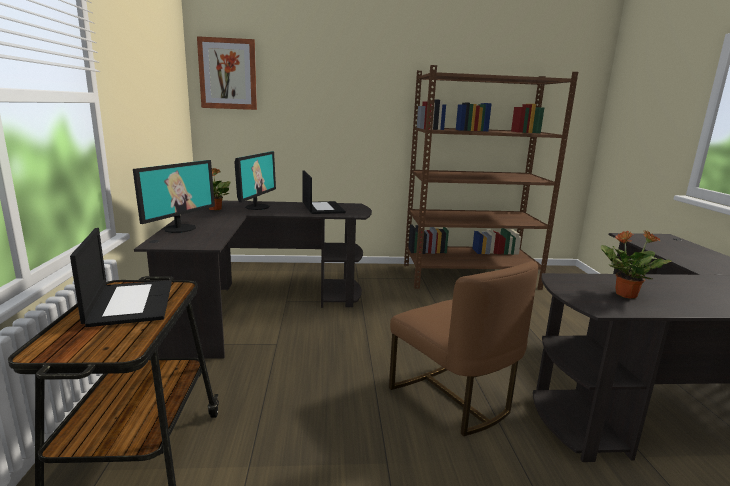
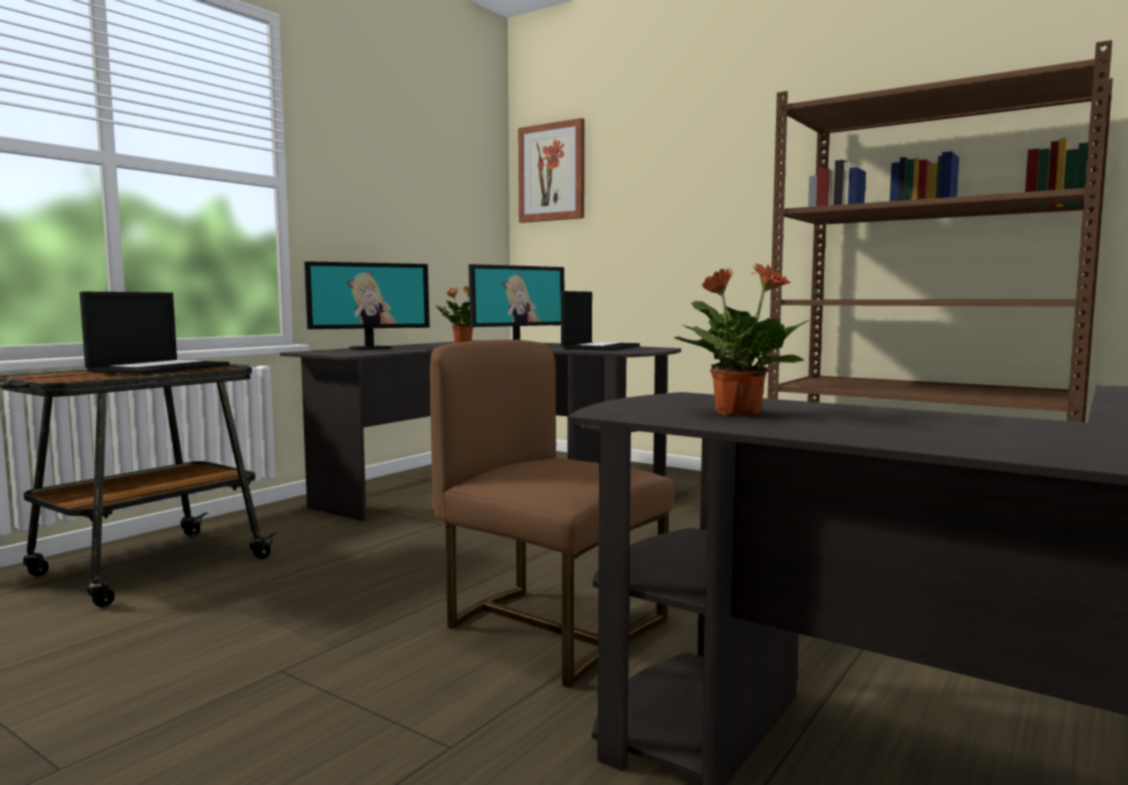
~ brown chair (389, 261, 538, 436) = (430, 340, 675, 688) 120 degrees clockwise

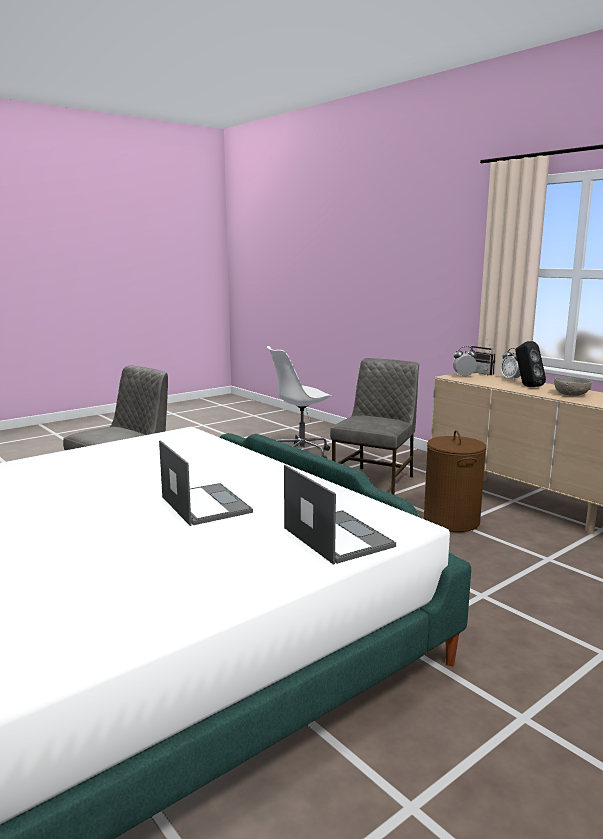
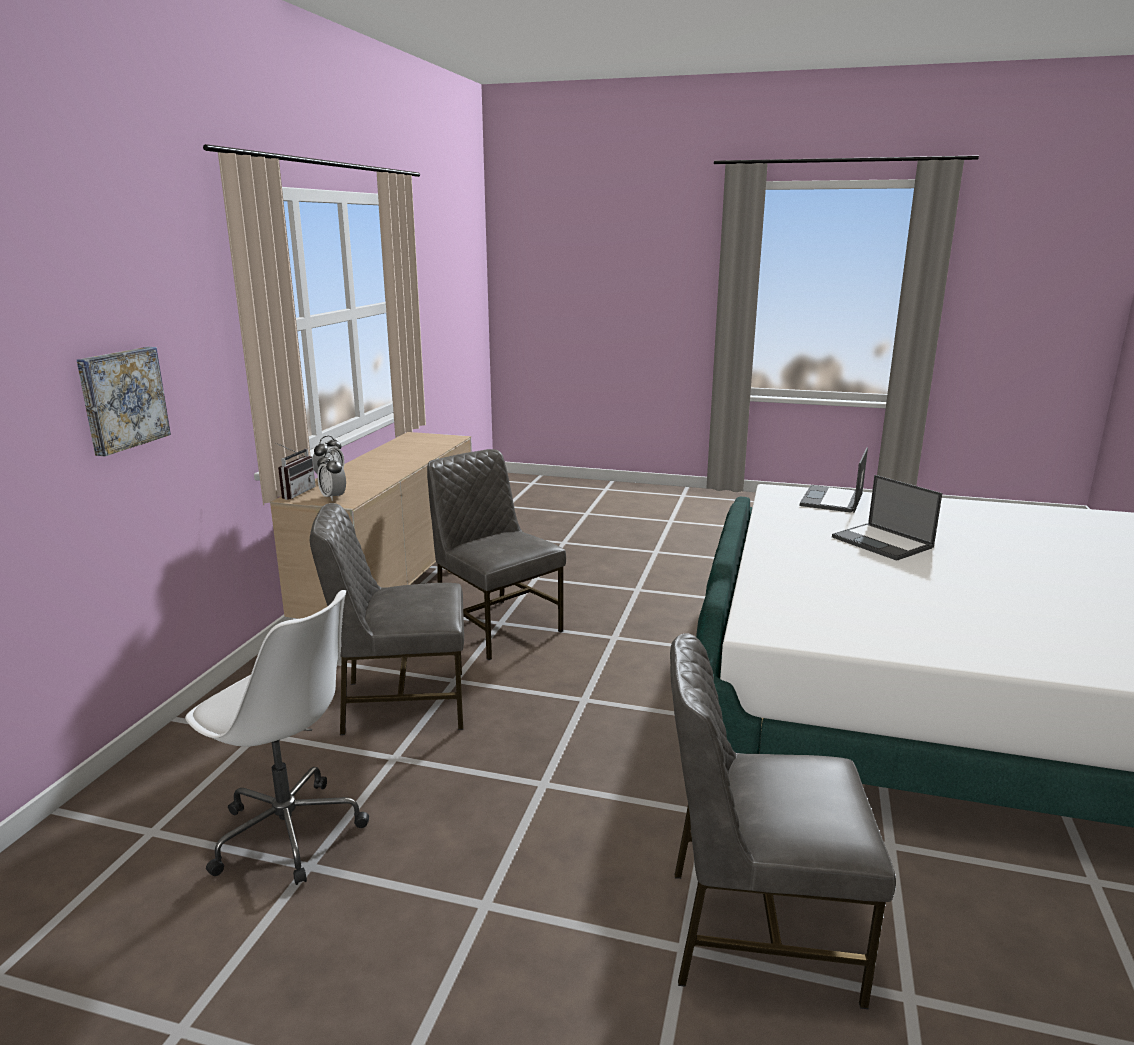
- black speaker (515, 341, 546, 387)
- grey bowl (554, 378, 592, 396)
+ picture (77, 347, 171, 456)
~ brown laundry basket (424, 430, 486, 532) to grey chair (427, 449, 566, 660)
~ laptop (159, 440, 253, 526) = (832, 475, 942, 561) 60 degrees counterclockwise

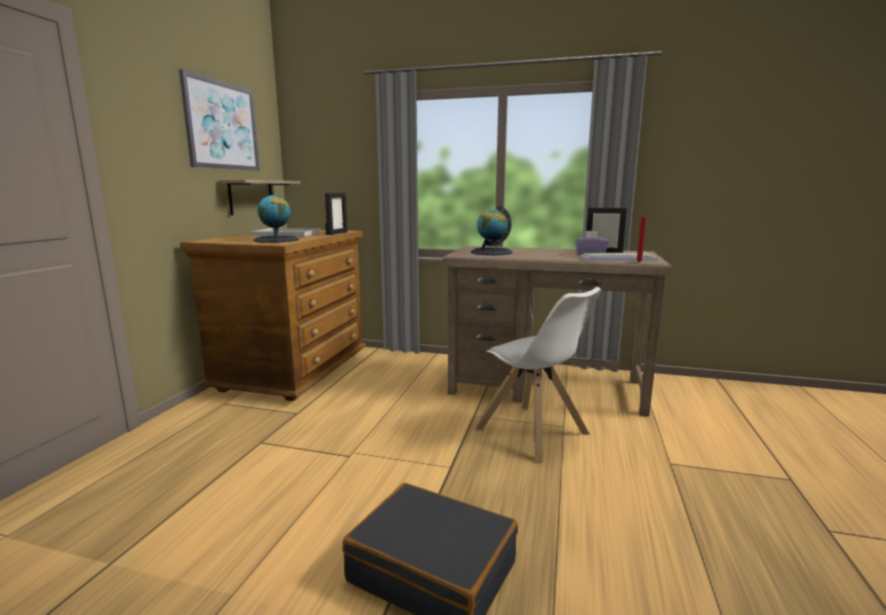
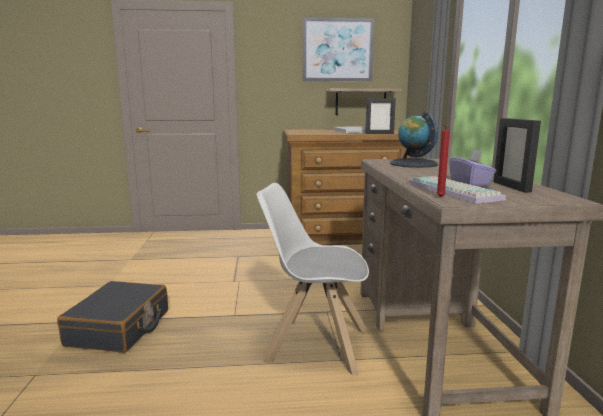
- globe (253, 191, 299, 243)
~ chair (474, 287, 601, 462) = (256, 183, 369, 375) 75 degrees clockwise

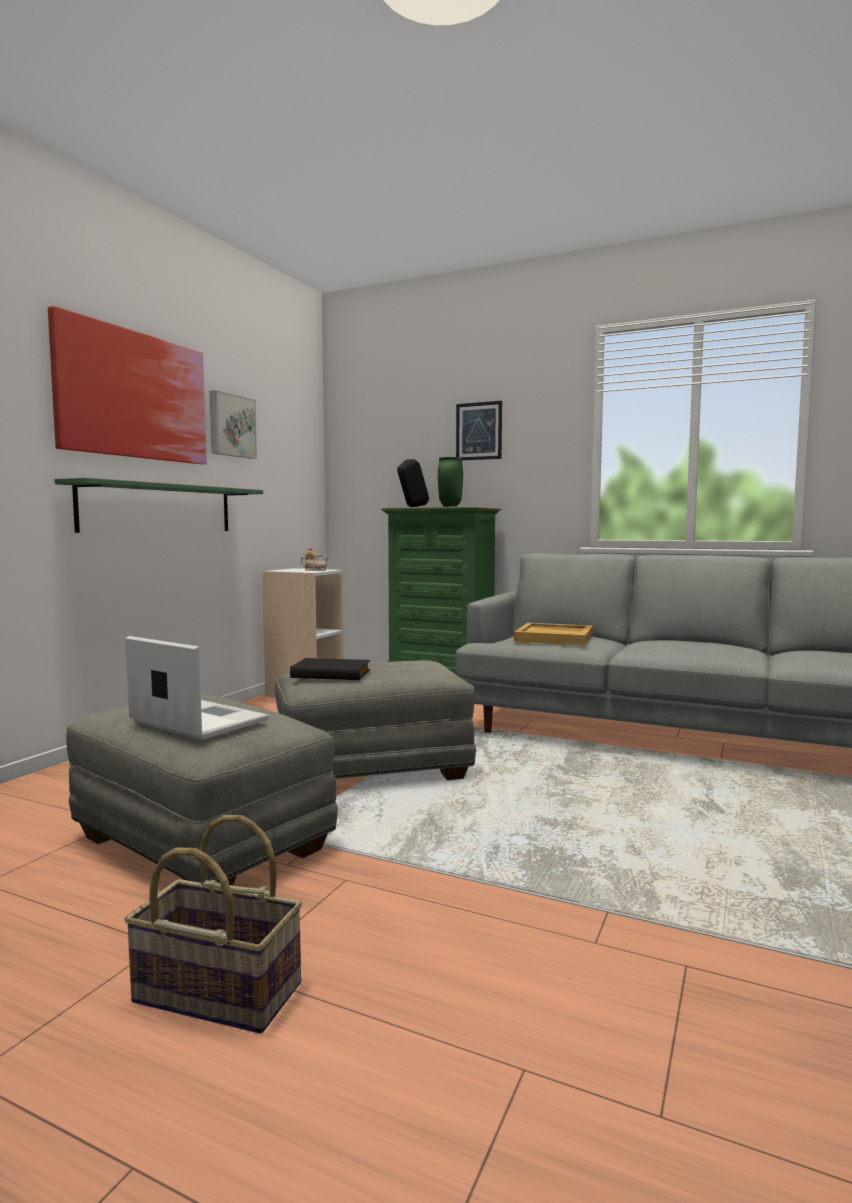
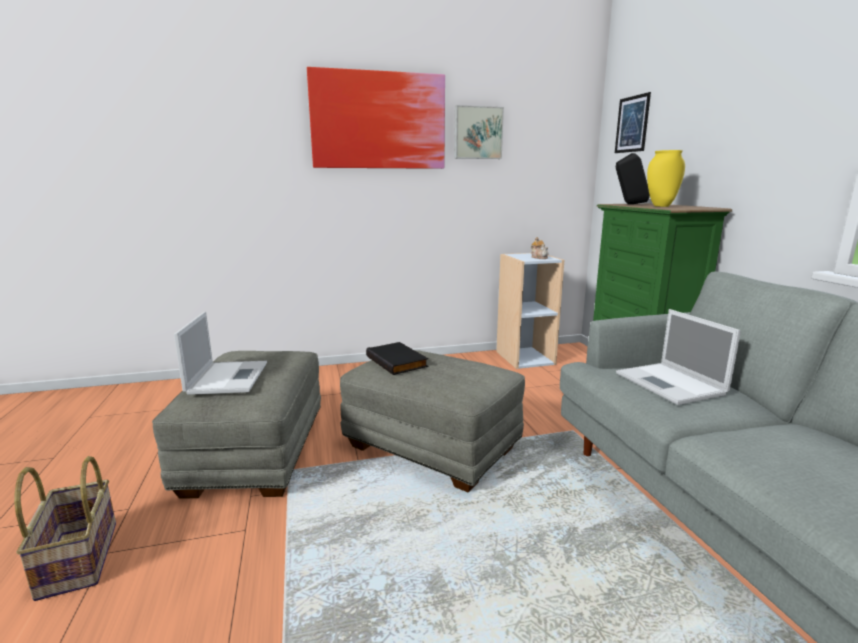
- green shelf (54, 478, 263, 533)
~ picture (456, 401, 502, 460) to (615, 92, 651, 153)
~ beige tray (514, 623, 593, 645) to laptop (616, 309, 741, 405)
~ green vase (438, 457, 463, 507) to yellow vase (647, 150, 685, 207)

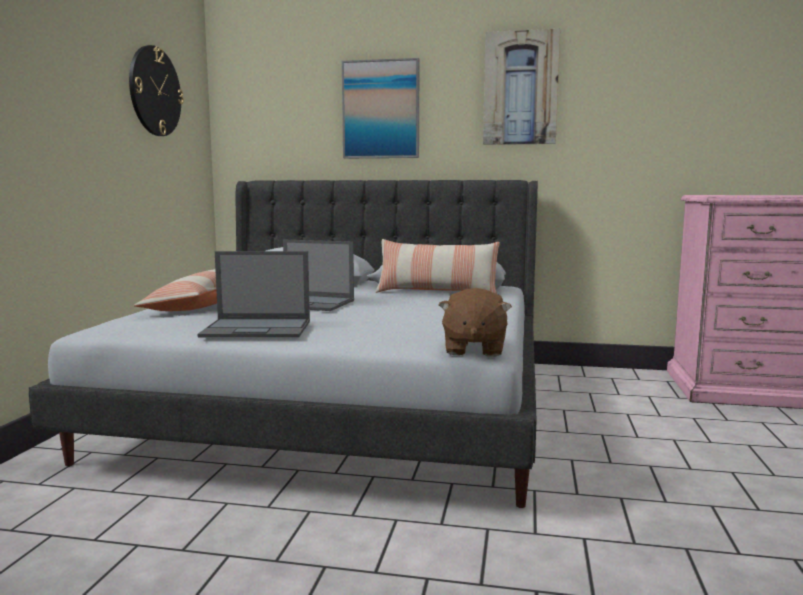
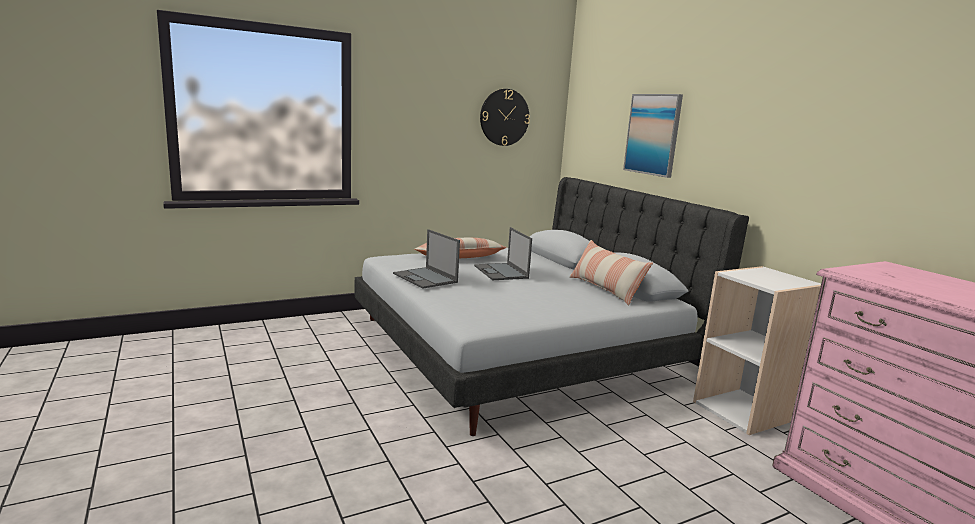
- brown plush toy (439, 288, 512, 357)
- picture (483, 29, 560, 145)
+ bookcase (693, 266, 821, 435)

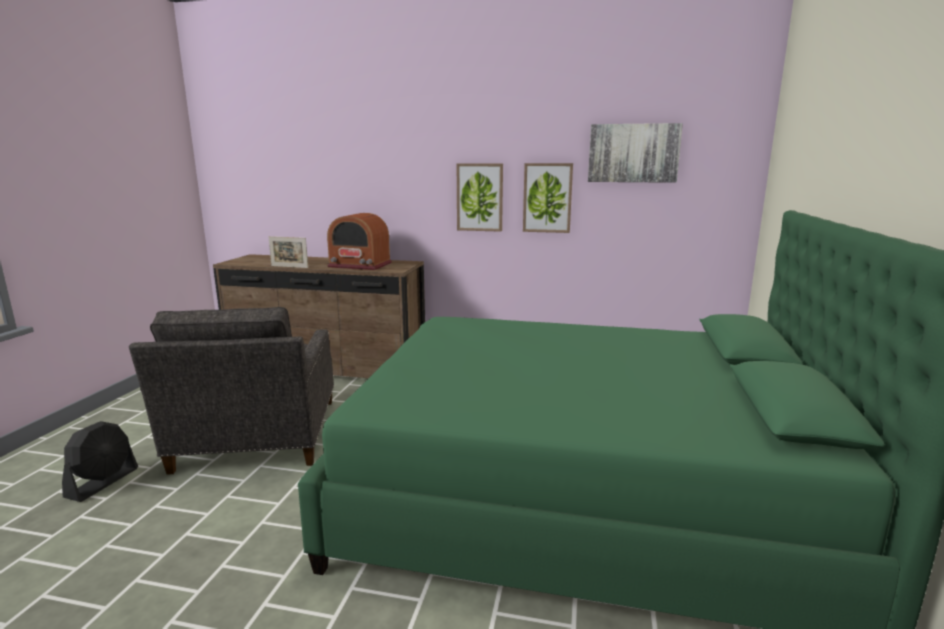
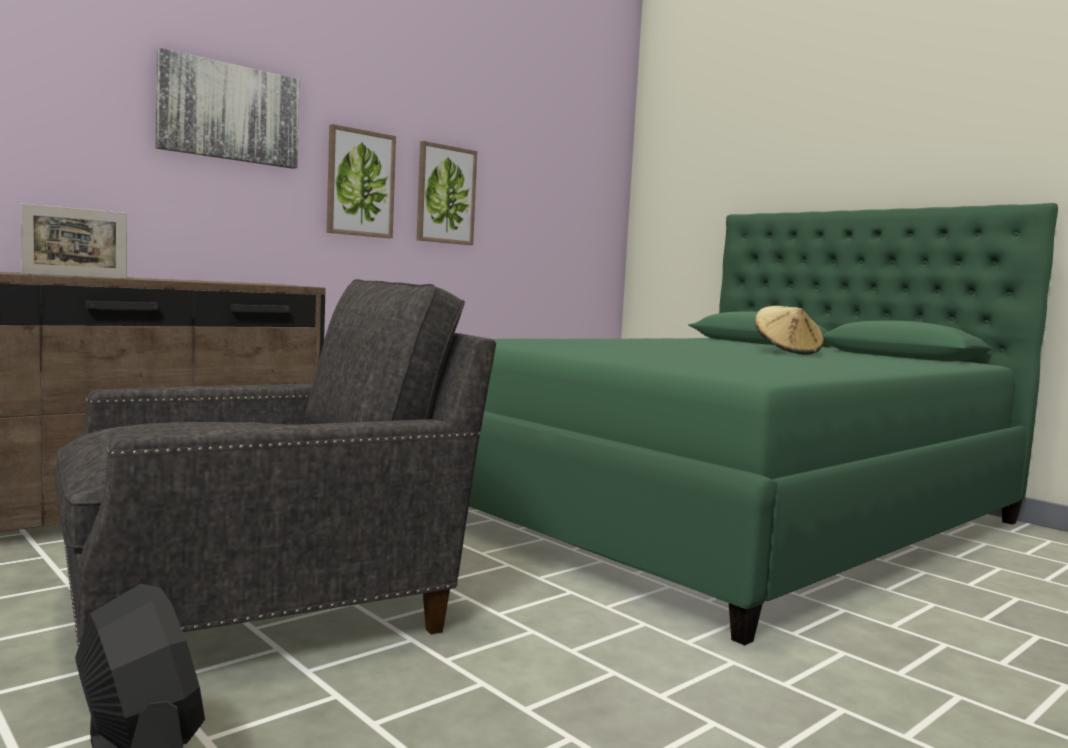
- radio (327, 213, 392, 270)
+ beige hat (755, 306, 824, 355)
~ picture (588, 123, 683, 183) to (155, 48, 300, 169)
~ grey armchair (129, 307, 334, 475) = (55, 279, 496, 646) 60 degrees counterclockwise

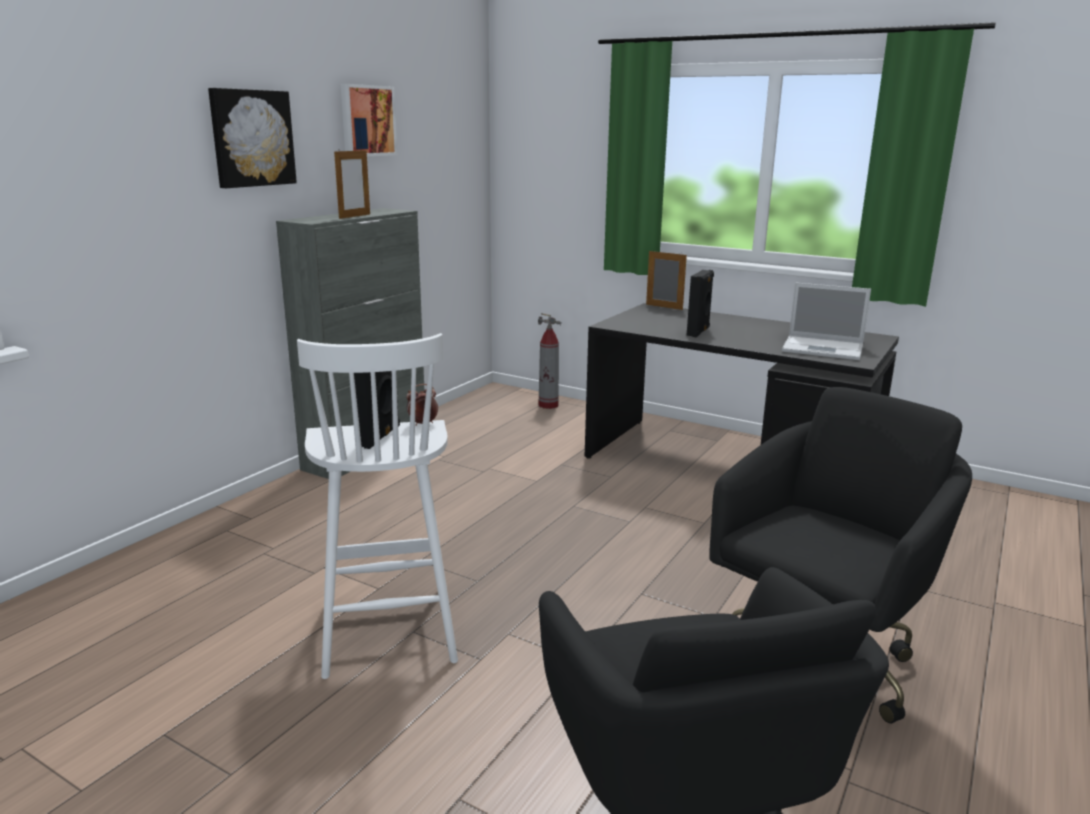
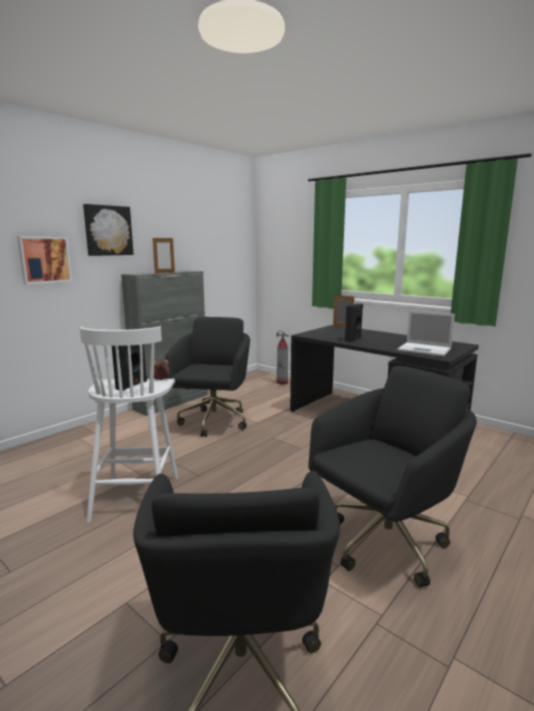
+ black office chair (165, 317, 250, 437)
~ picture (341, 84, 397, 156) to (17, 236, 72, 284)

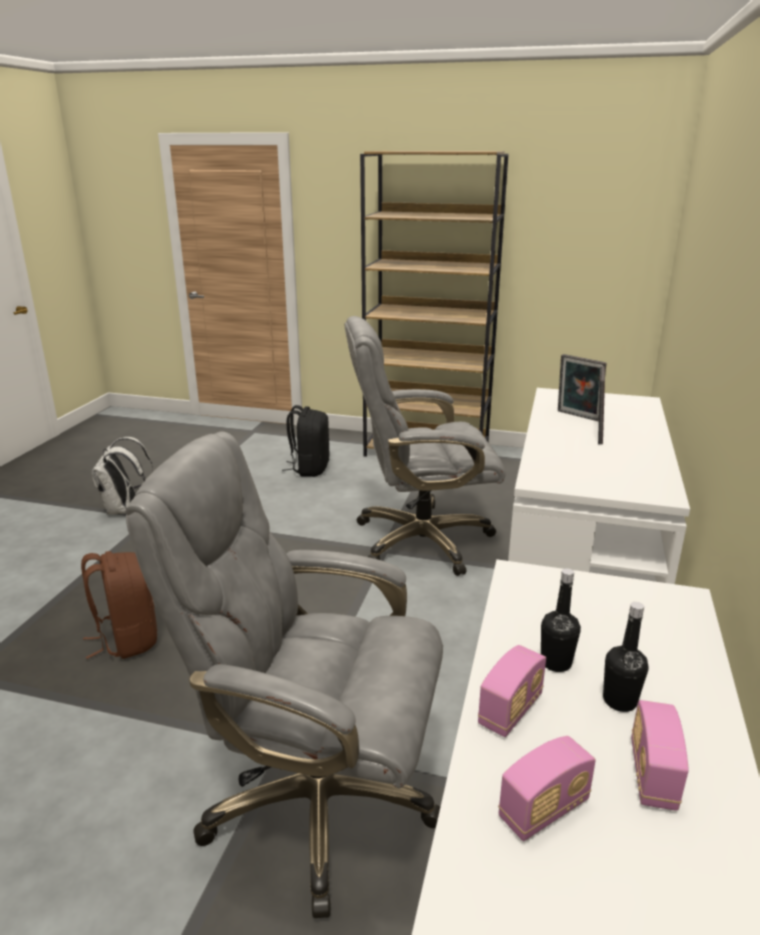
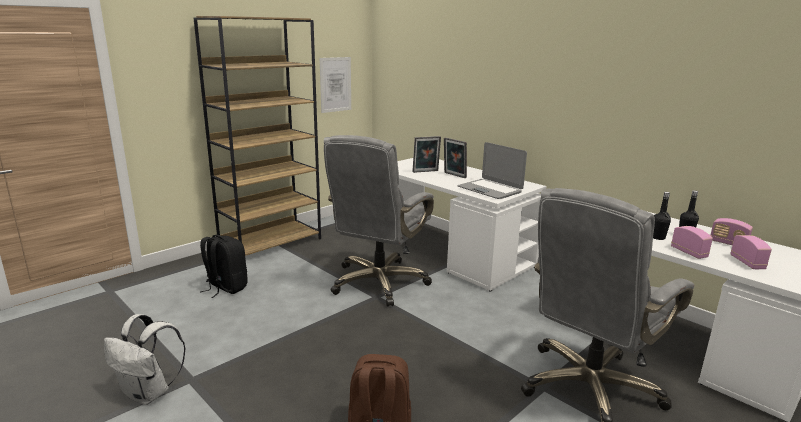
+ picture (320, 57, 351, 113)
+ laptop (457, 142, 527, 199)

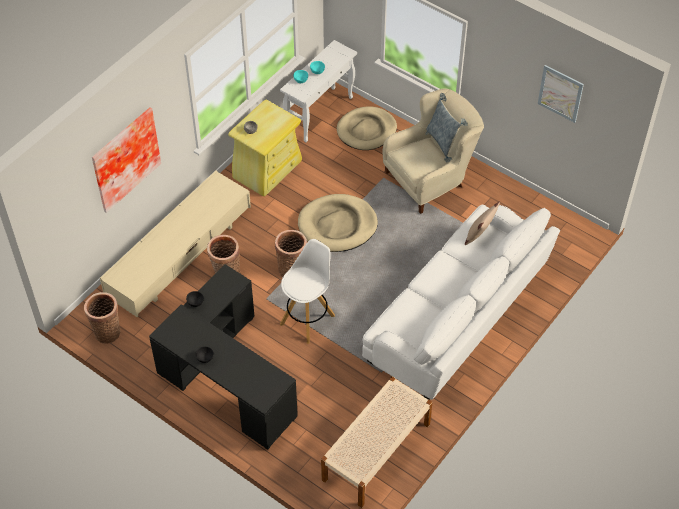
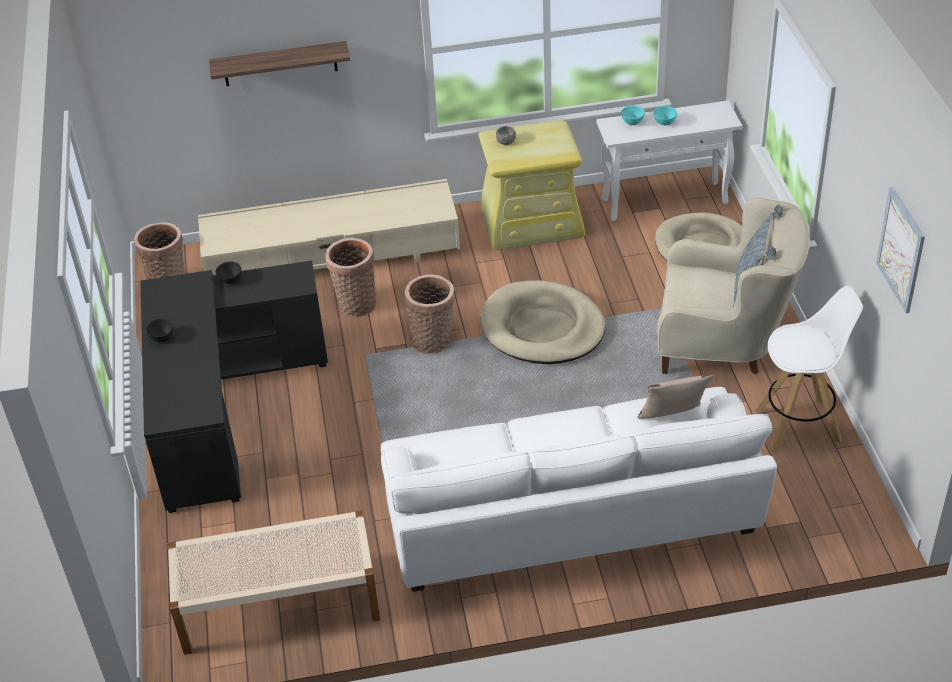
~ white stool (280, 239, 335, 344) to (755, 286, 863, 452)
~ picture (92, 107, 161, 213) to shelf (209, 41, 350, 86)

